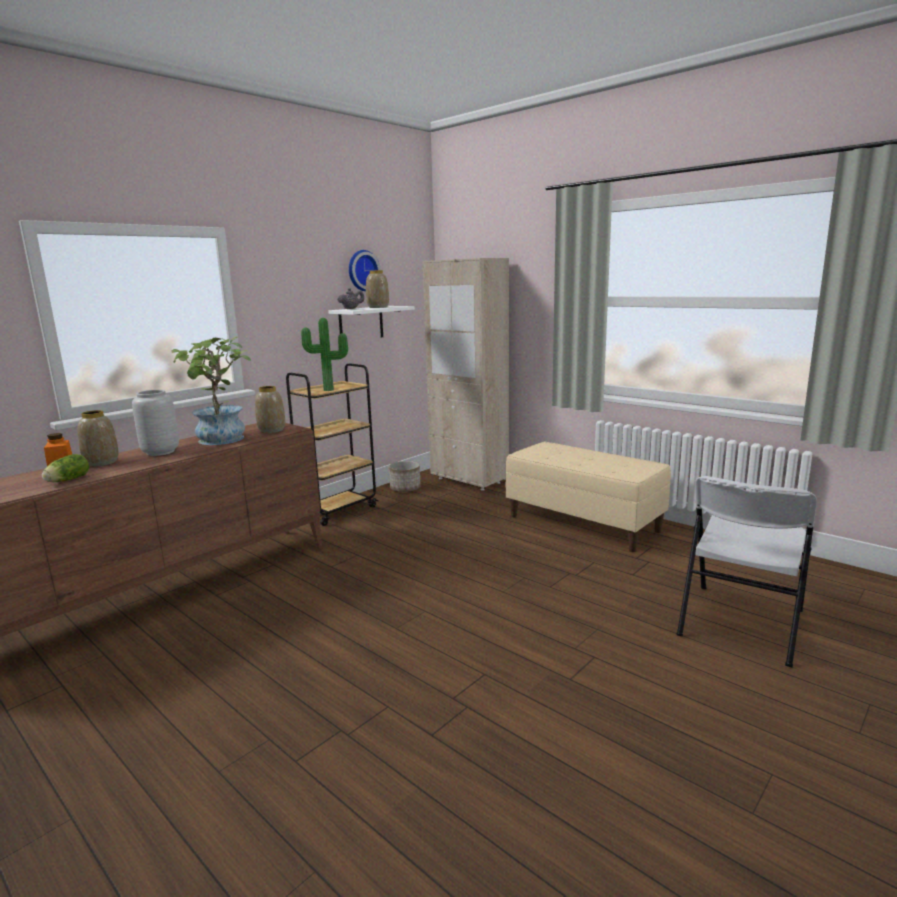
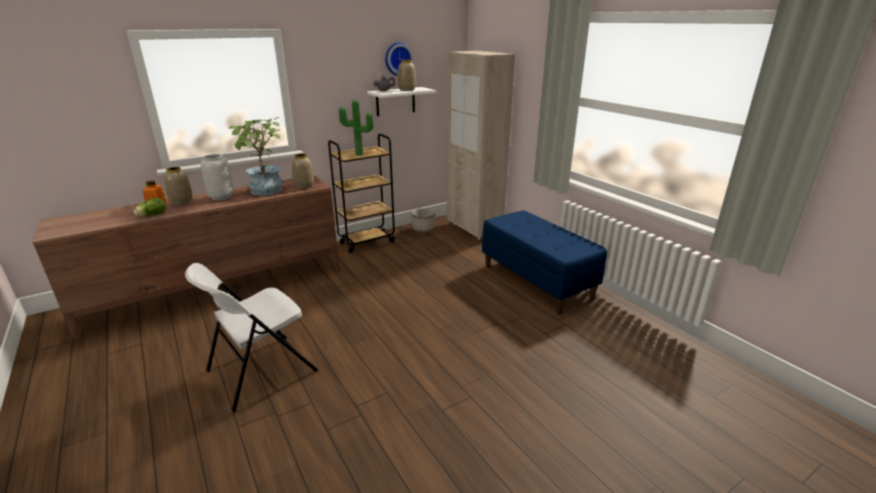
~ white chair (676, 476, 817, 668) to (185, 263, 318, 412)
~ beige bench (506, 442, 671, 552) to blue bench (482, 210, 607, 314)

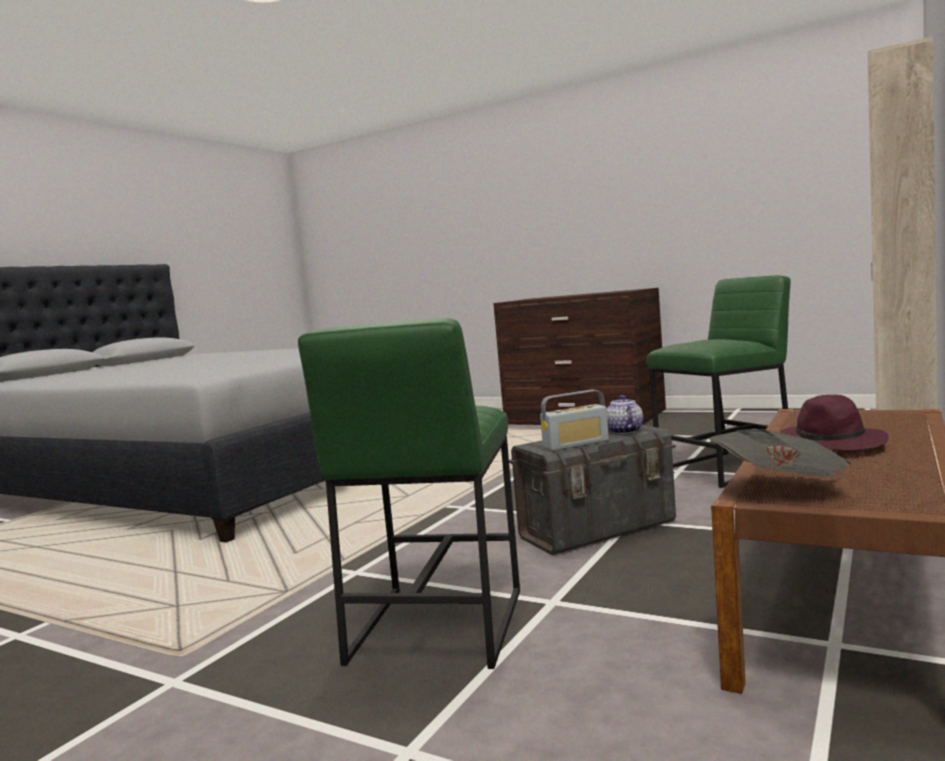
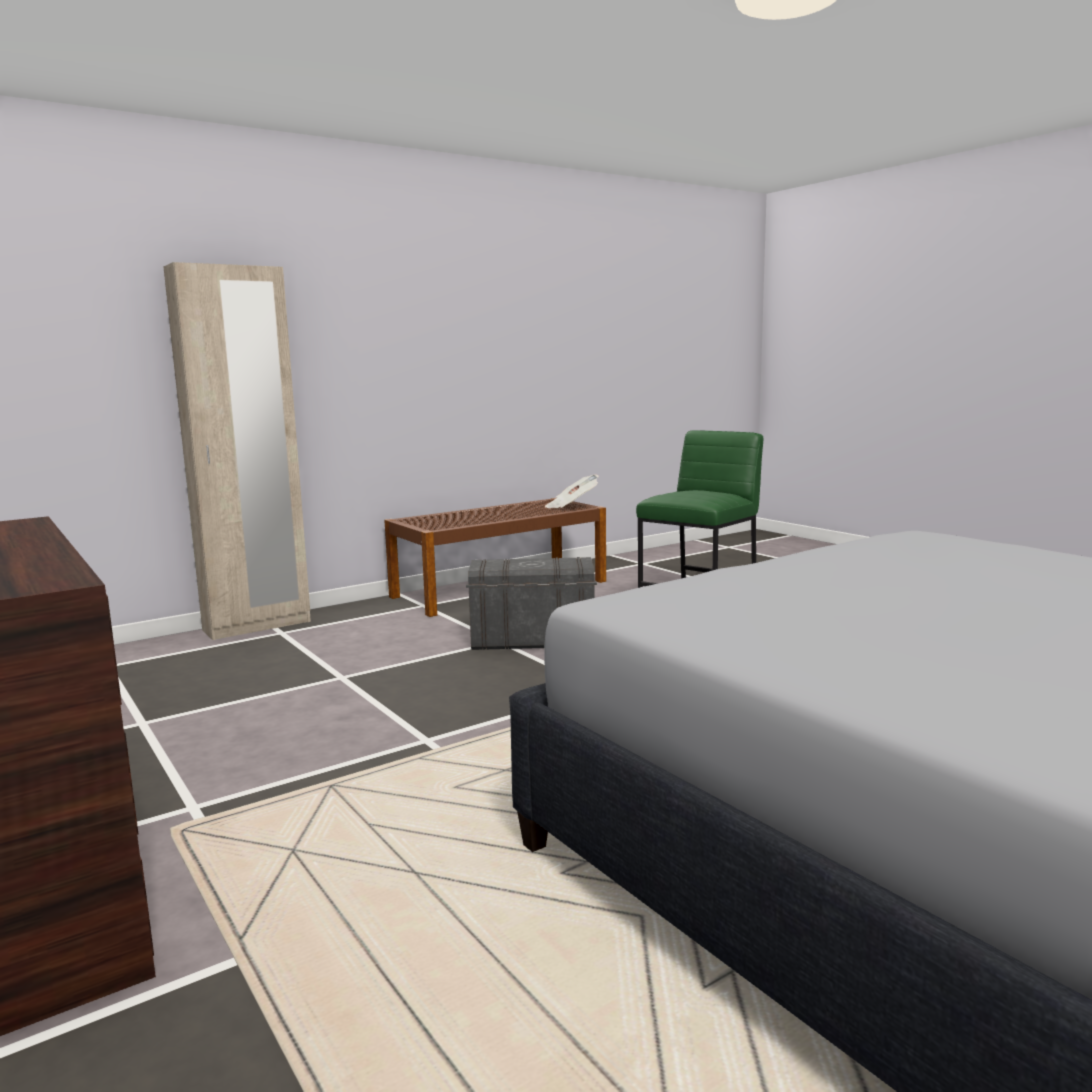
- radio (540, 390, 609, 451)
- teapot (607, 395, 643, 434)
- green chair (647, 275, 790, 488)
- purple hat (779, 395, 889, 451)

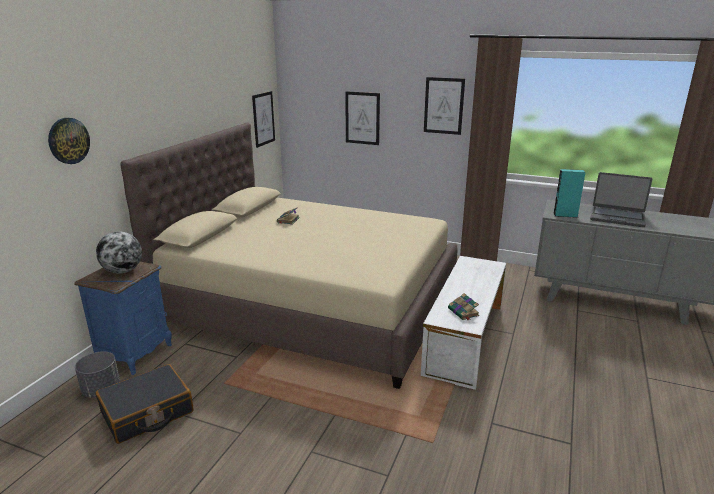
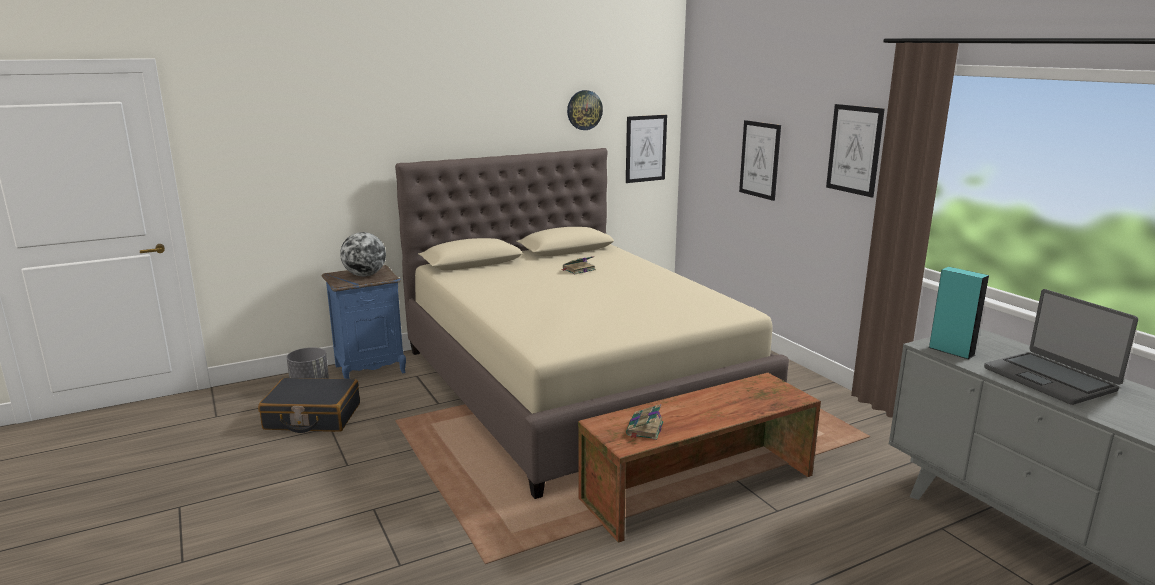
~ wall clock (48, 118, 90, 164) to (567, 90, 603, 130)
~ white bench (421, 256, 506, 390) to brown bench (578, 373, 821, 543)

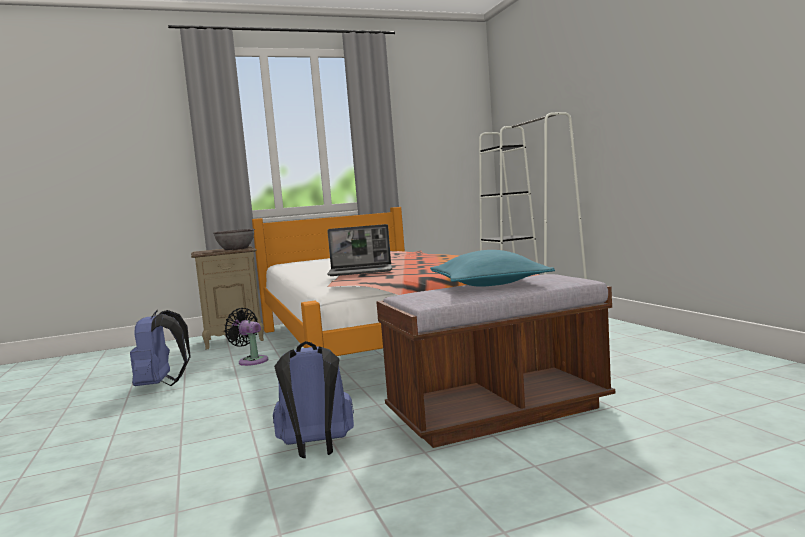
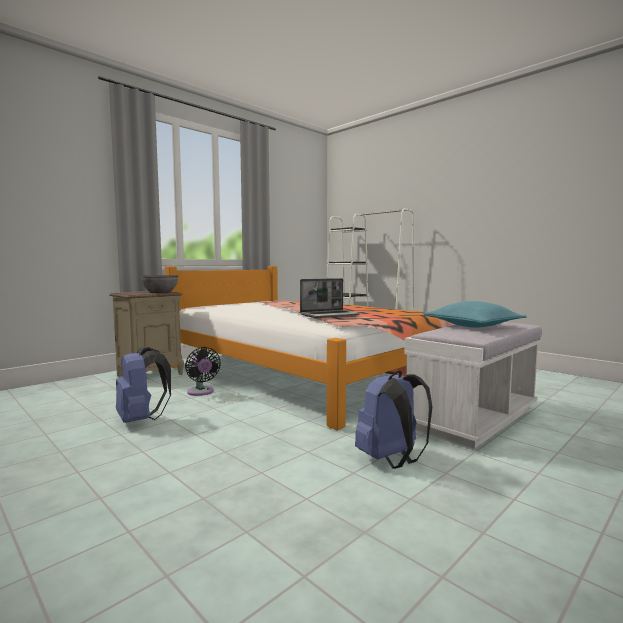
~ brown bench (376, 274, 615, 448) to white bench (404, 322, 542, 449)
~ black fan (224, 308, 268, 366) = (185, 347, 221, 396) 135 degrees counterclockwise

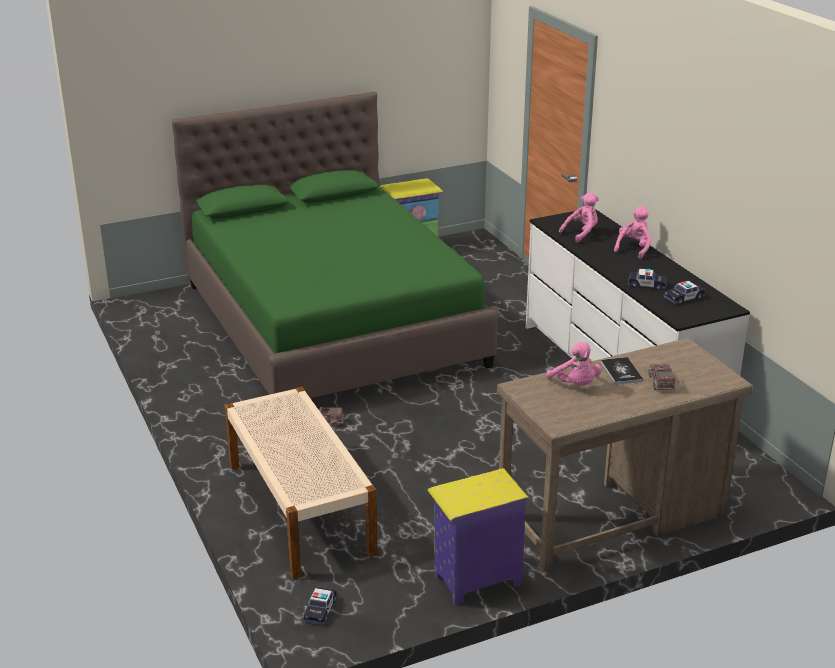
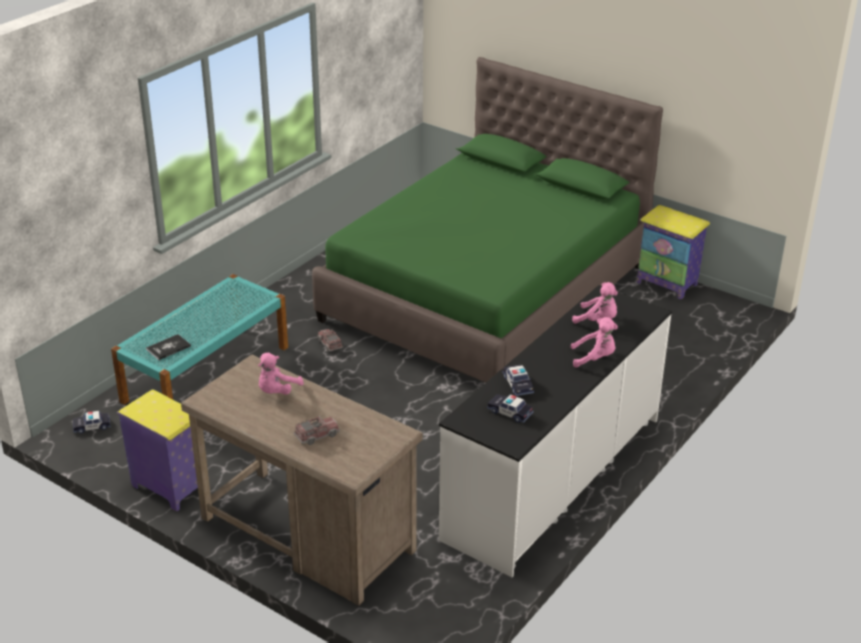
~ book (601, 357, 643, 385) to (146, 334, 191, 360)
~ beige bench (225, 387, 378, 579) to turquoise bench (111, 274, 288, 405)

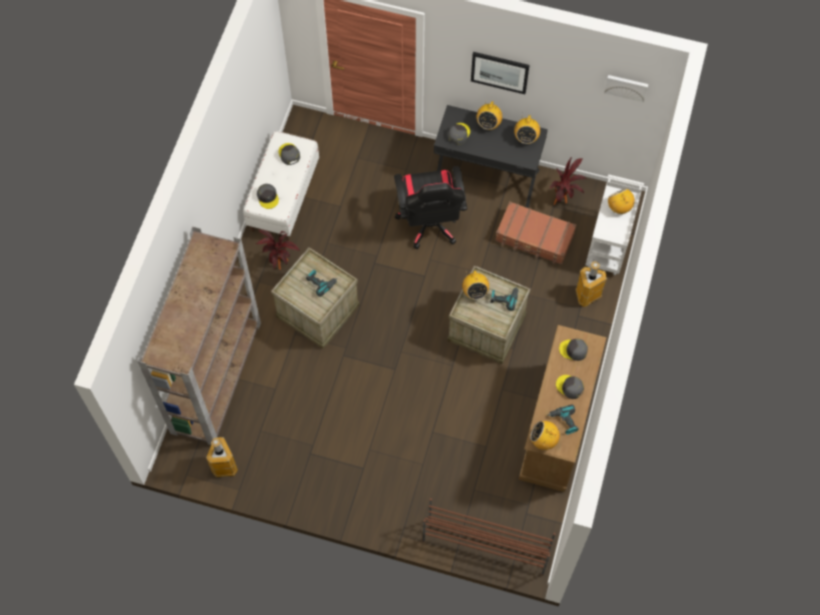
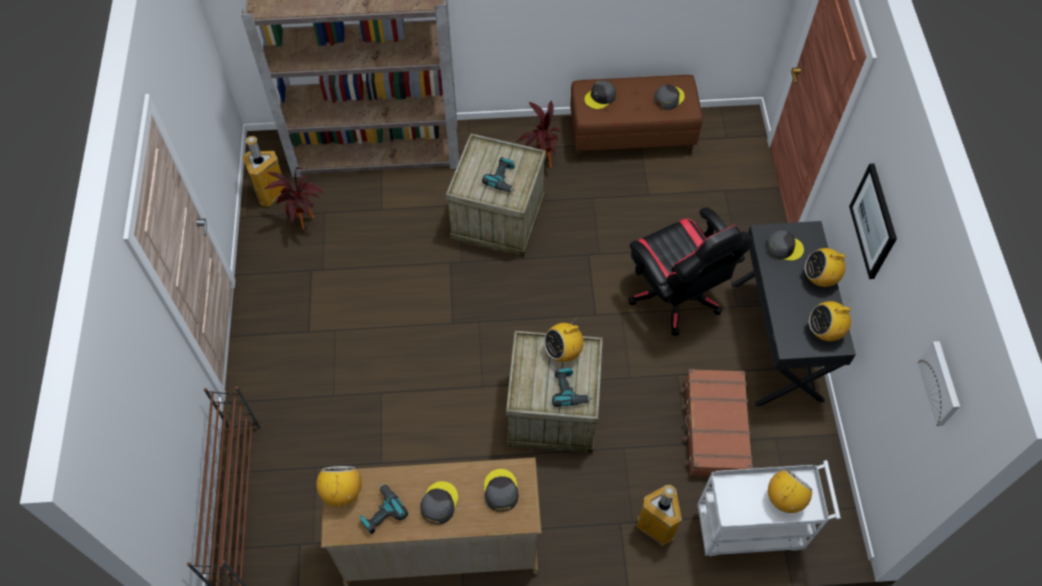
~ potted plant (550, 157, 587, 205) to (265, 167, 323, 229)
~ white bench (243, 131, 319, 241) to brown bench (570, 75, 702, 160)
~ black office chair (394, 166, 467, 249) = (629, 207, 753, 336) 90 degrees counterclockwise

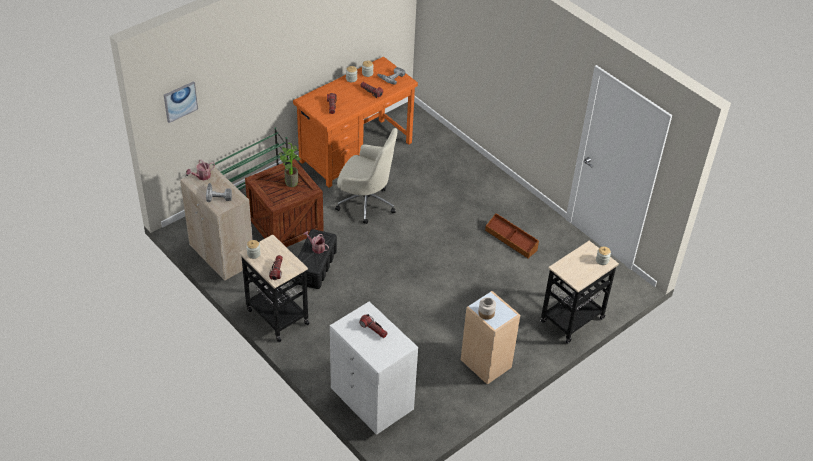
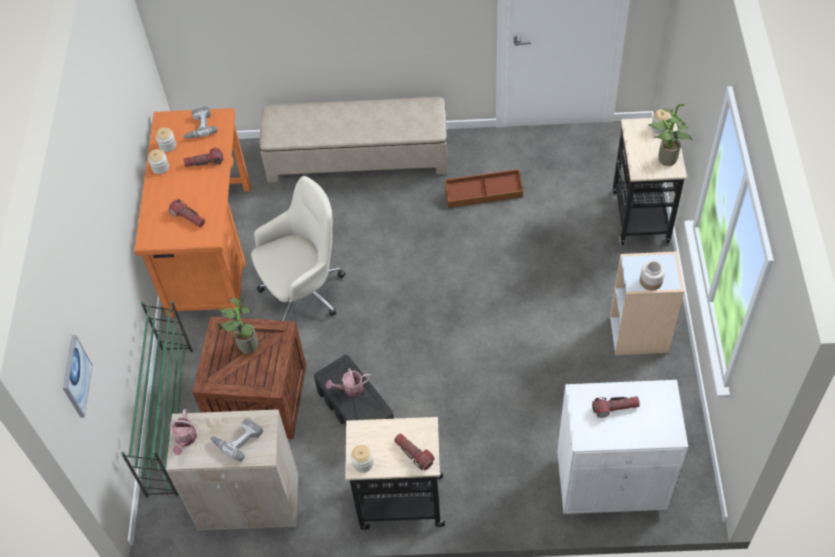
+ beige bench (259, 97, 448, 183)
+ potted plant (648, 104, 693, 166)

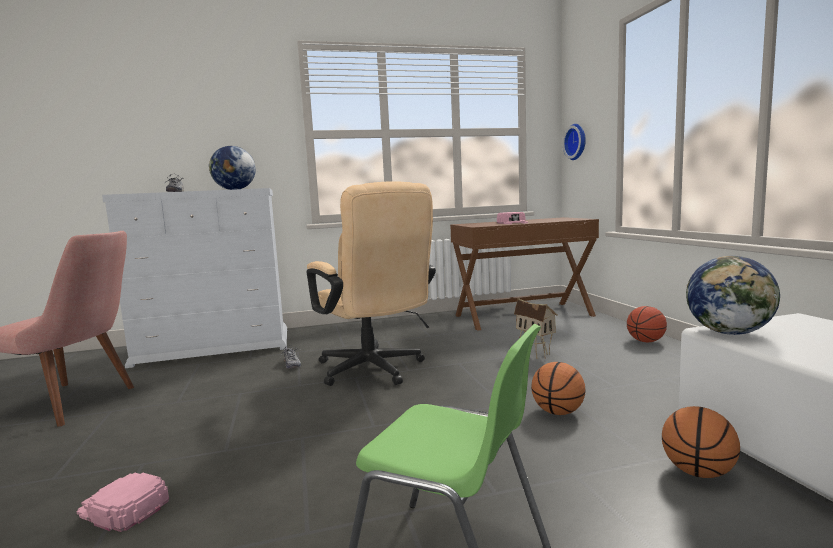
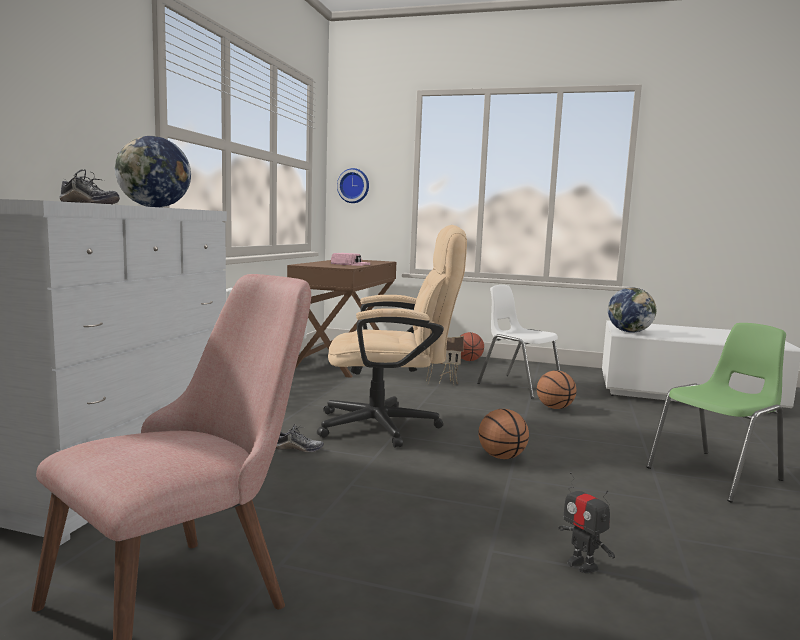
+ white chair (477, 285, 560, 398)
~ basketball (662, 406, 740, 478) to (478, 409, 529, 459)
~ pink cap (76, 473, 169, 532) to toy robot (558, 472, 615, 573)

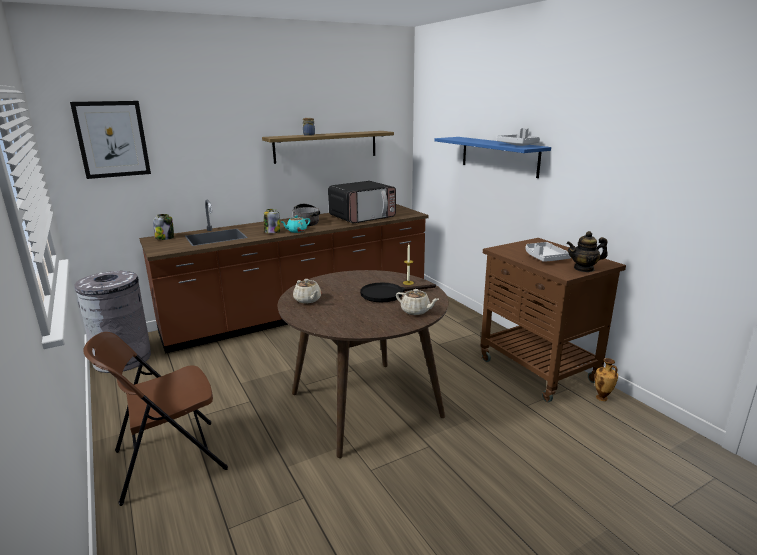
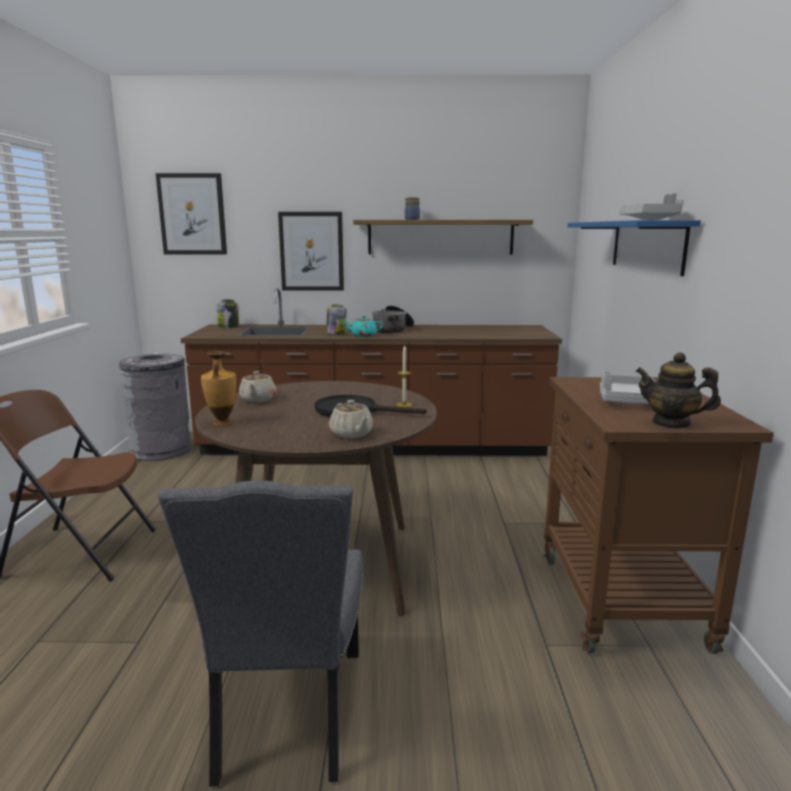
- microwave (328, 181, 396, 223)
+ grey chair (158, 480, 363, 787)
+ picture (278, 212, 344, 291)
~ vase (595, 358, 618, 401) to (201, 351, 237, 426)

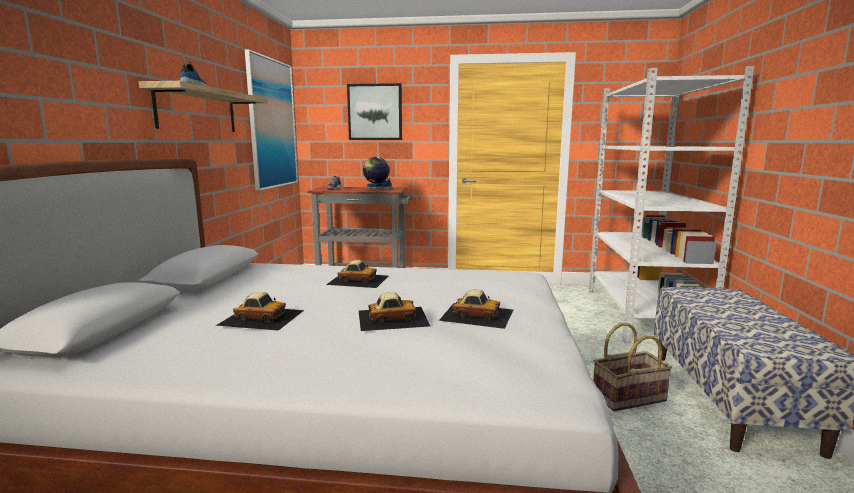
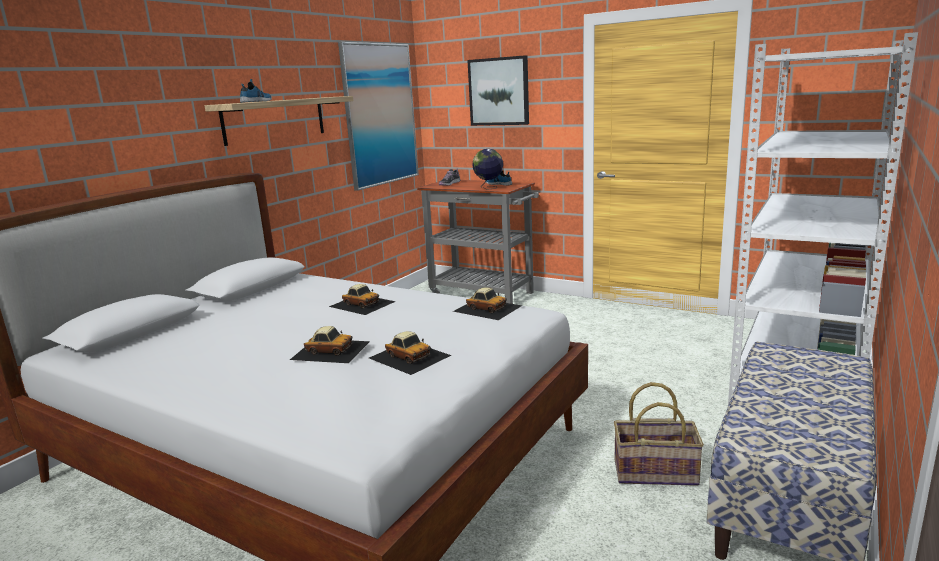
~ toy car (216, 292, 304, 331) to (453, 287, 522, 320)

